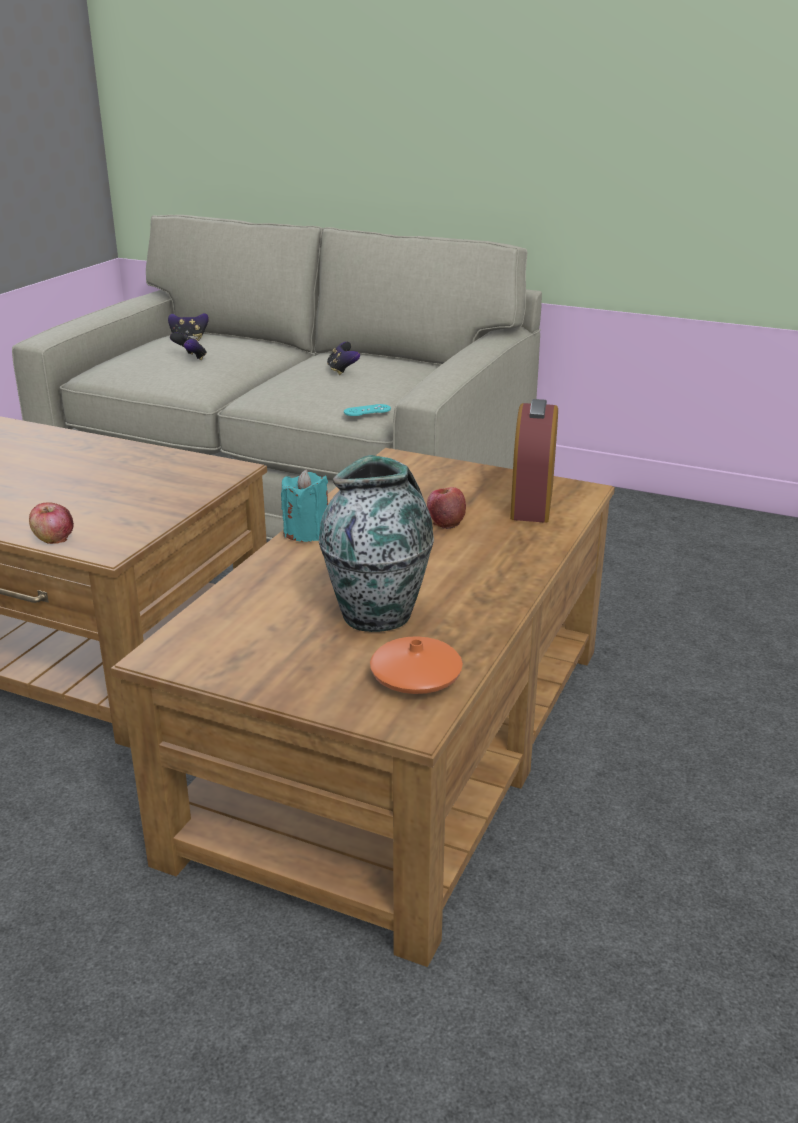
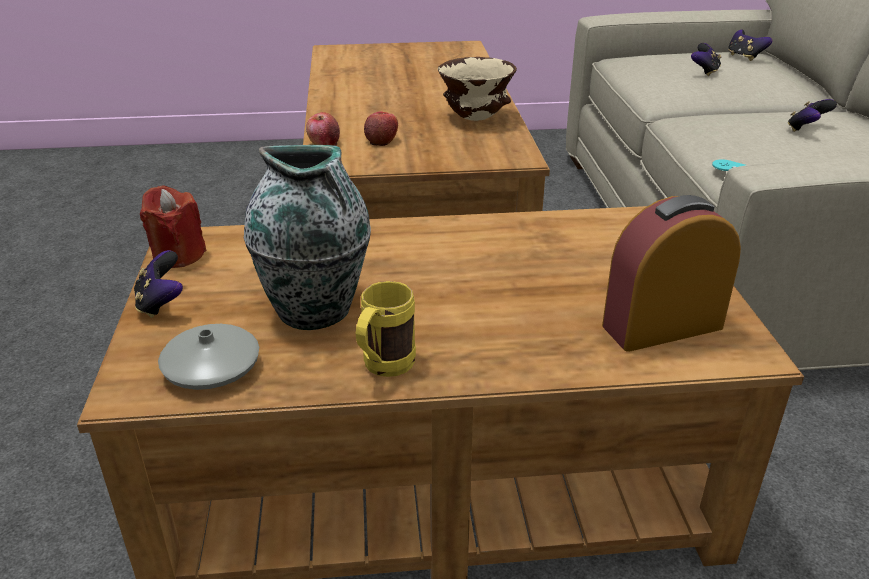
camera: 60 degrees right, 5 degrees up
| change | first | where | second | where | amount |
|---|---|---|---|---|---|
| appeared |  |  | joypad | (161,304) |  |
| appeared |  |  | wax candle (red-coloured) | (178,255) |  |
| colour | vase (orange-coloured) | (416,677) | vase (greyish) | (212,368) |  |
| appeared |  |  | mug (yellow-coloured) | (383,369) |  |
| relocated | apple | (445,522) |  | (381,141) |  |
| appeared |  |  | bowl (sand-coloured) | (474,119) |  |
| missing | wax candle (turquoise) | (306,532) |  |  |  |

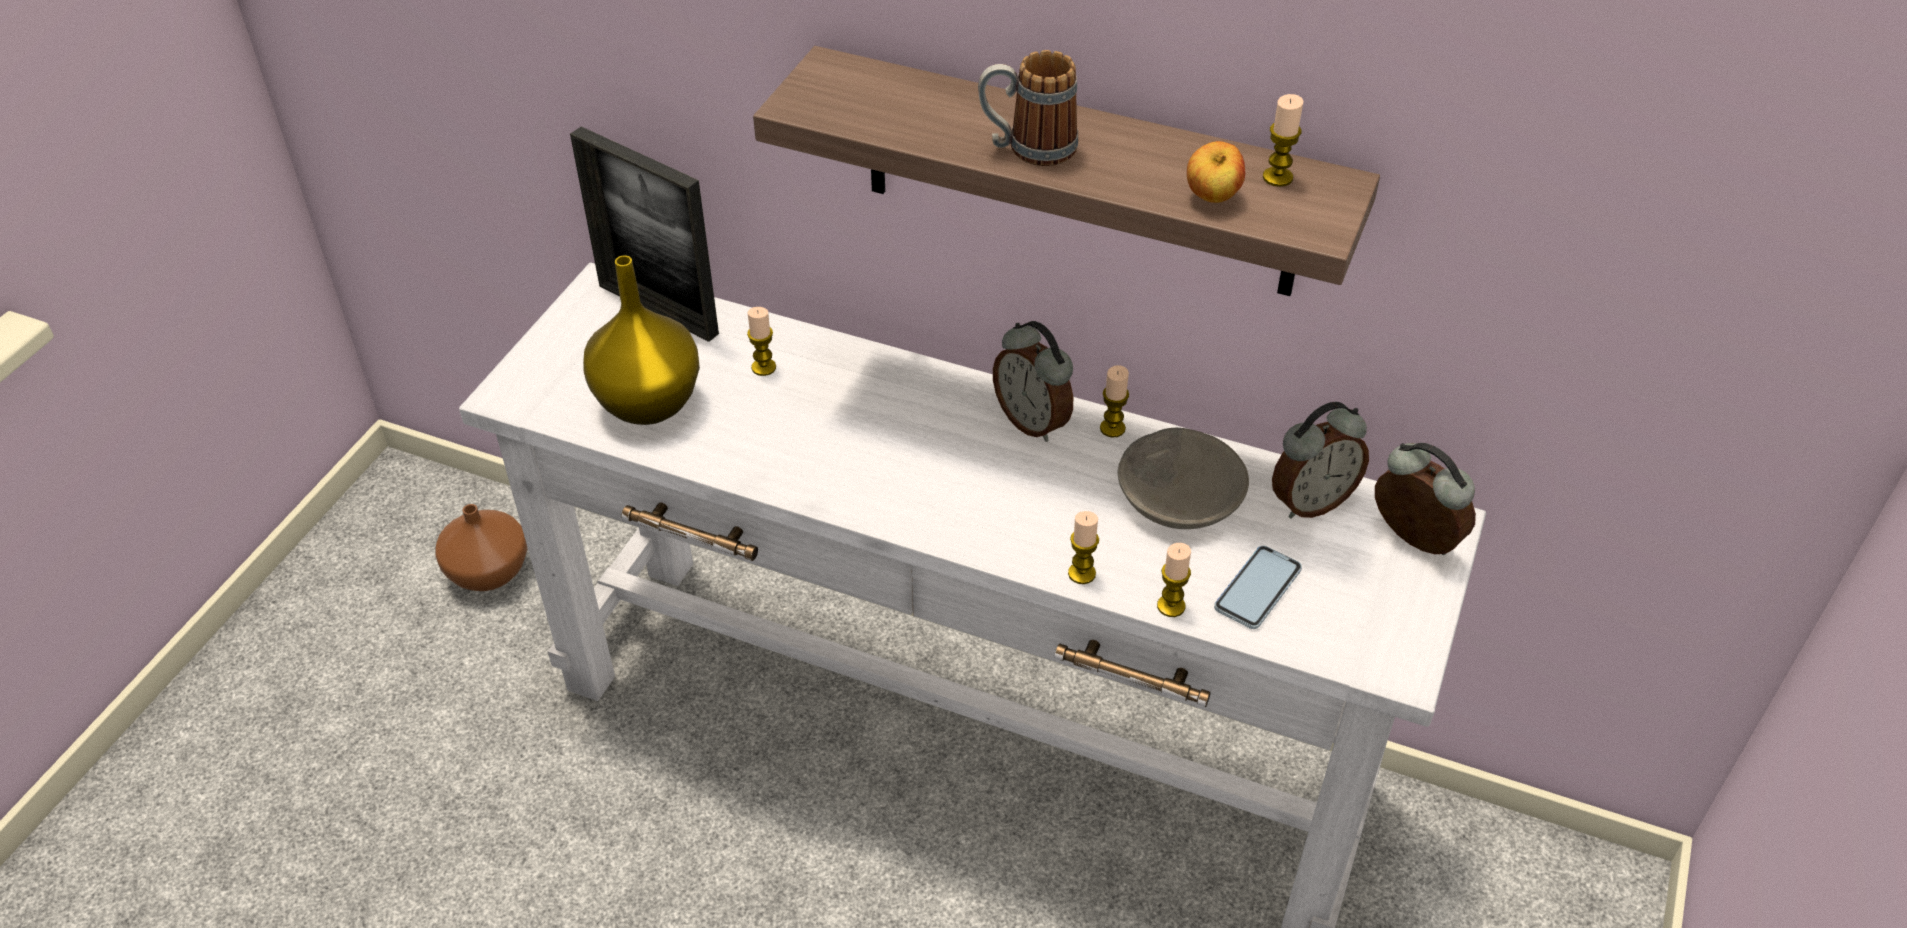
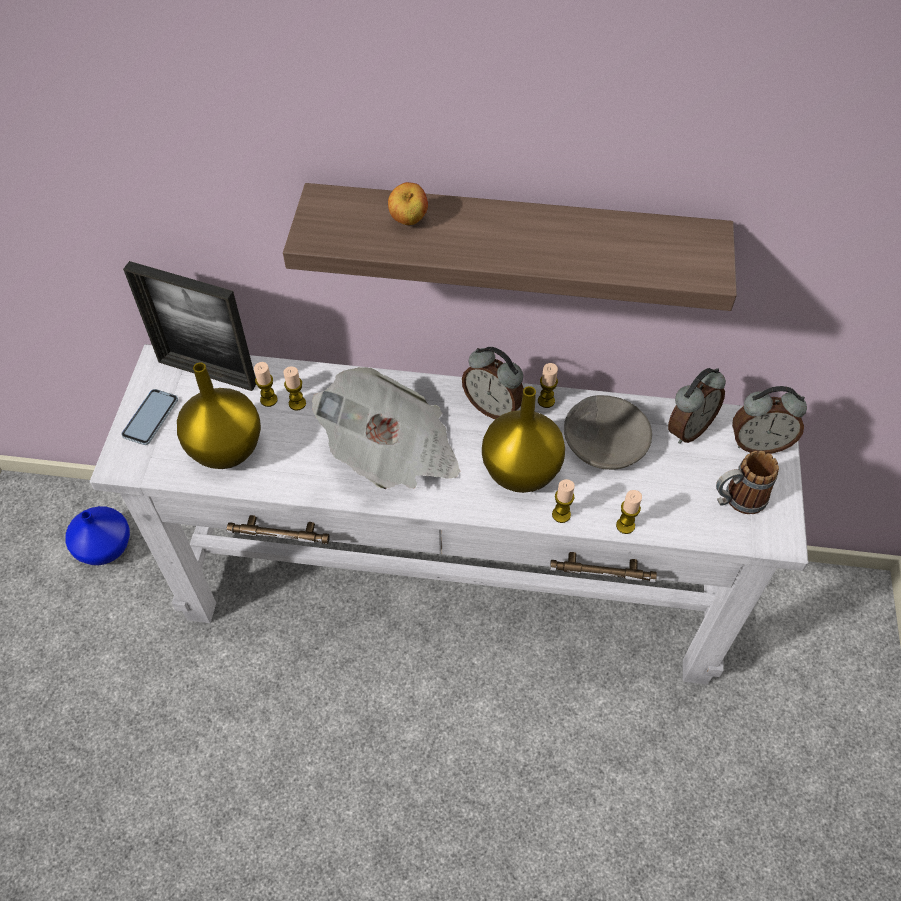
camera: 15 degrees left, 10 degrees up
| change | first | where | second | where | amount |
|---|---|---|---|---|---|
| colour | vase (brownish) | (488,570) | vase (blue-coloured) | (104,546) |  |
| relocated | handset | (1257,589) |  | (150,418) |  |
| relocated | wax candle | (1277,177) |  | (269,400) |  |
| appeared |  |  | newspaper | (392,453) |  |
| relocated | apple | (1212,198) |  | (408,221) |  |
| appeared |  |  | vase (yellow-coloured) | (519,472) |  |
| relocated | mug | (1027,148) |  | (736,500) |  |
| spun | bedside clock | (1412,541) |  | (758,443) | 150 degrees clockwise |

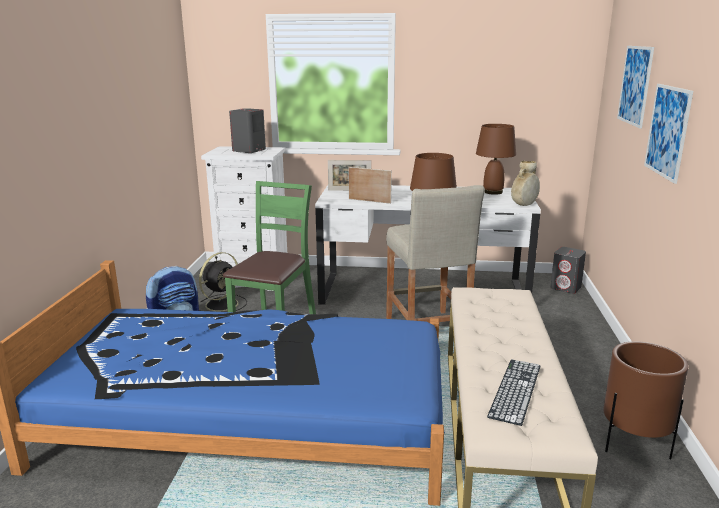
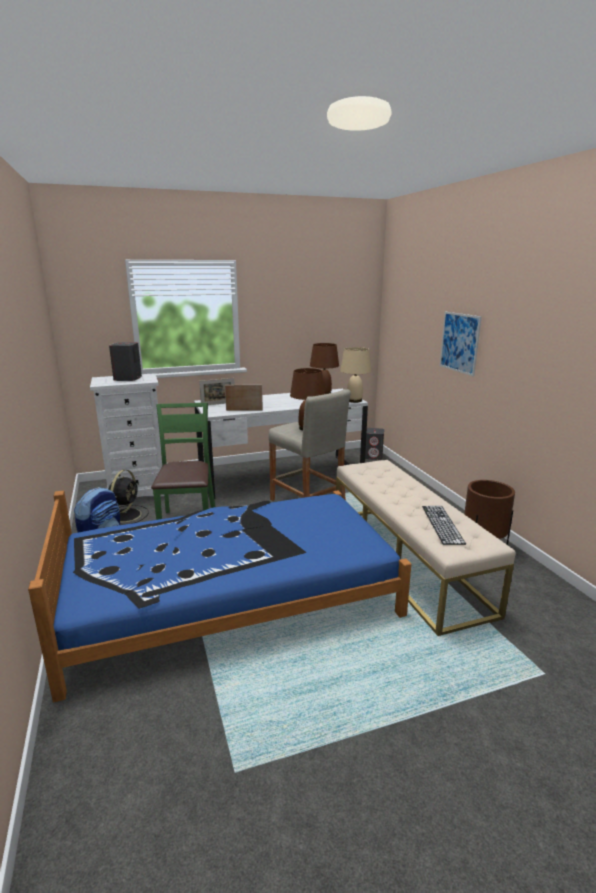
camera: 25 degrees left, 0 degrees up
| change | first | where | second | where | amount |
|---|---|---|---|---|---|
| exchanged | vase (sand-coloured) | (524,205) | tabletop lamp (sand-coloured) | (354,400) |  |
| missing | wall art | (635,85) |  |  |  |

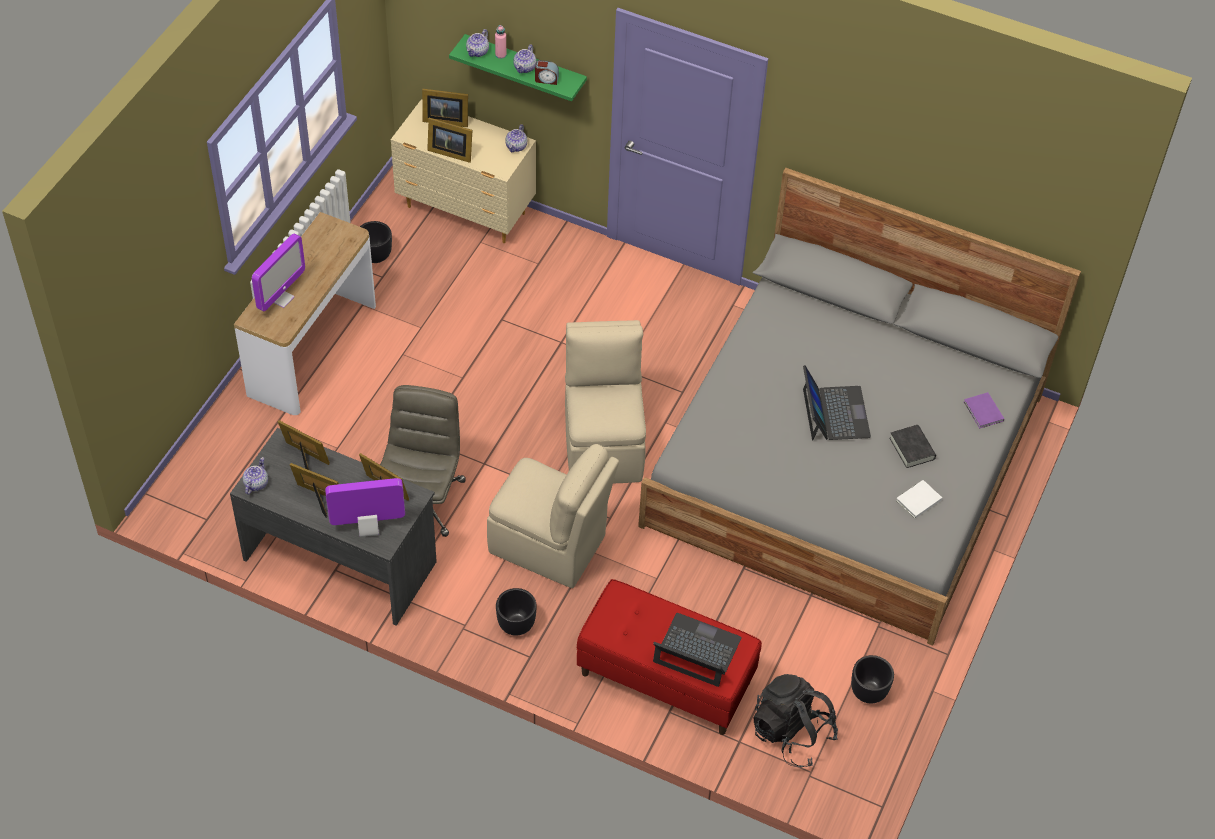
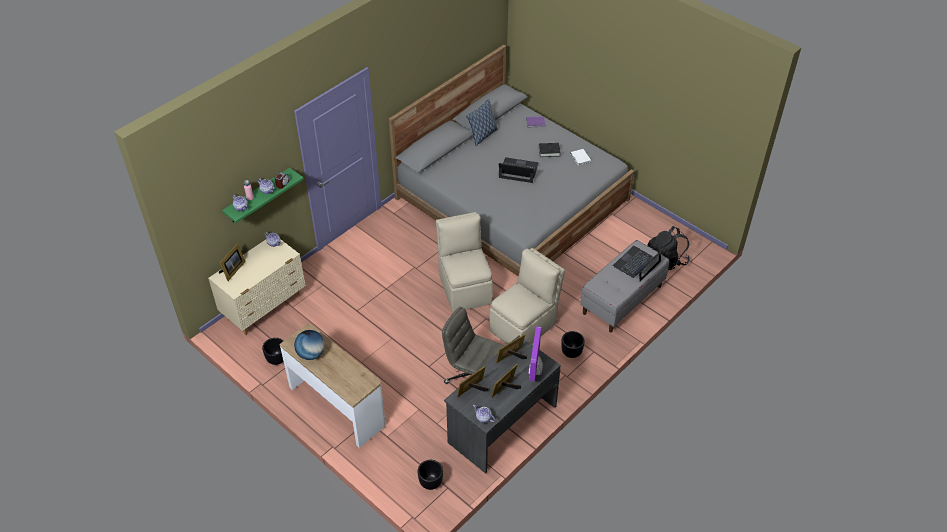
camera: 70 degrees left, 5 degrees down
| change | first | where | second | where | amount |
|---|---|---|---|---|---|
| appeared |  |  | world globe | (311,354) |  |
| relocated | plant pot (blackish) | (868,691) |  | (430,482) |  |
| spun | chair (sand-coloured) | (603,444) |  | (465,288) | 60 degrees clockwise |
| appeared |  |  | pillow | (482,135) |  |
| colour | long seat (red-coloured) | (665,678) | long seat (greyish) | (622,300) |  |
| missing | computer screen | (281,298) |  |  |  |
| missing | photo frame | (449,151) |  |  |  |

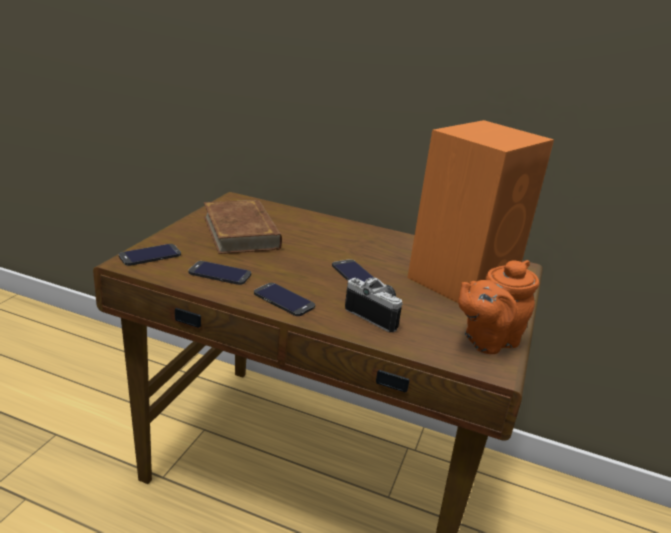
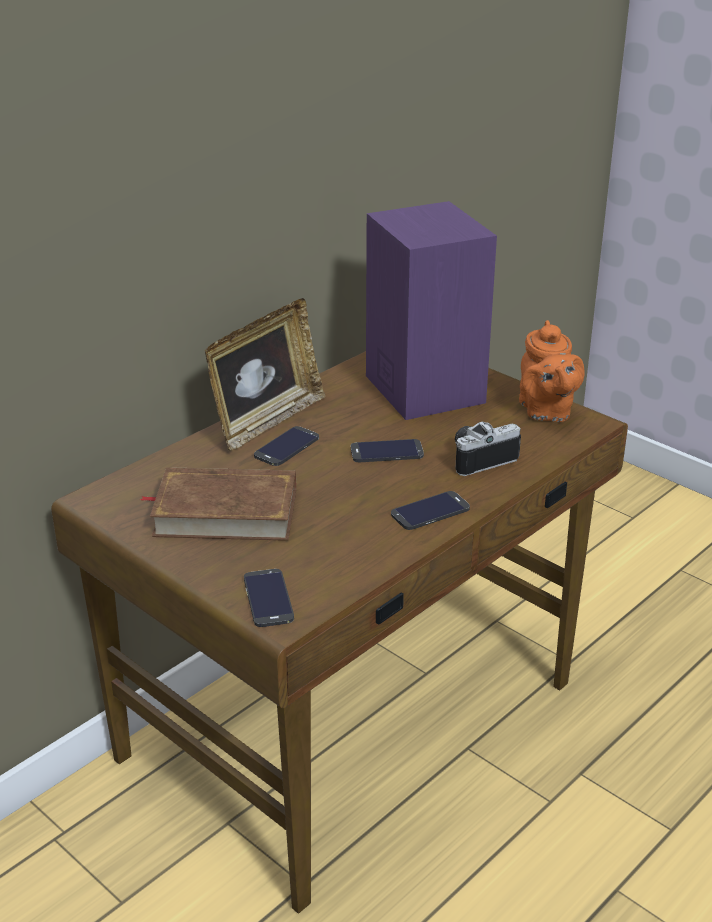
camera: 65 degrees left, 5 degrees up
| change | first | where | second | where | amount |
|---|---|---|---|---|---|
| appeared |  |  | photo frame | (266,421) |  |
| relocated | handset | (220,273) |  | (286,447) |  |
| colour | loudspeaker (orange-coloured) | (463,280) | loudspeaker (purple) | (423,387) |  |

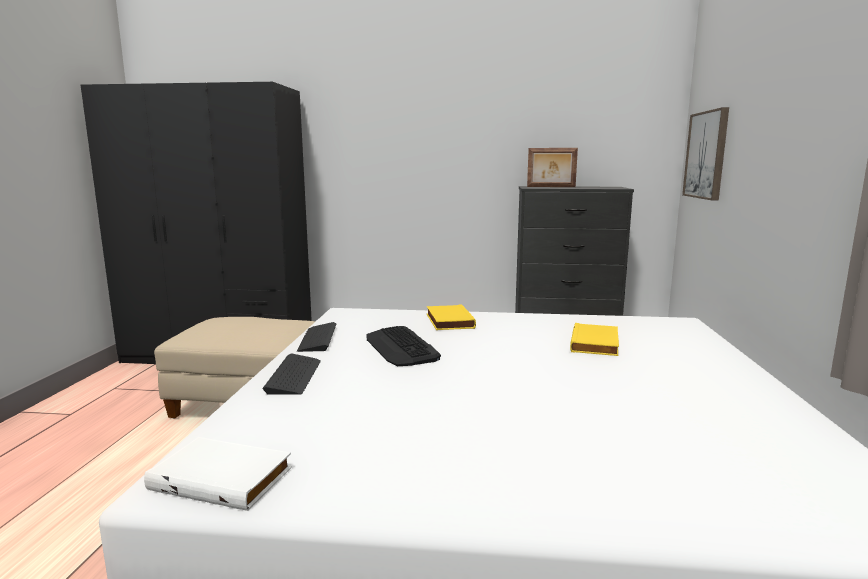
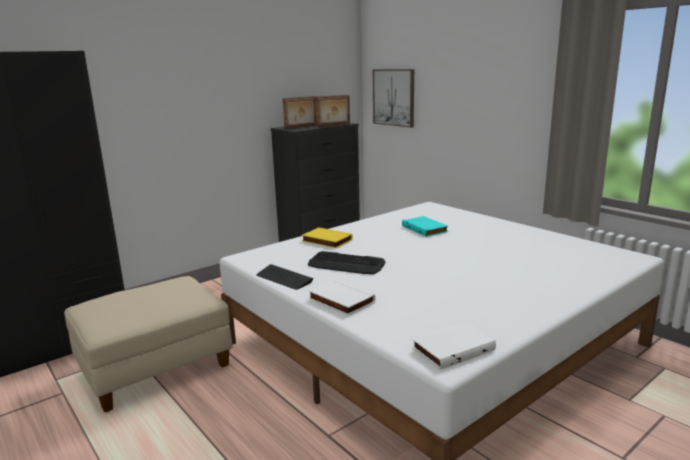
camera: 45 degrees left, 5 degrees up
| change | first | where | second | where | amount |
|---|---|---|---|---|---|
| exchanged | computer keyboard | (294,376) | volume (whitish) | (340,301) |  |
| appeared |  |  | photo frame | (333,125) |  |
| colour | volume (yellow-coloured) | (596,344) | volume (turquoise) | (425,229) |  |

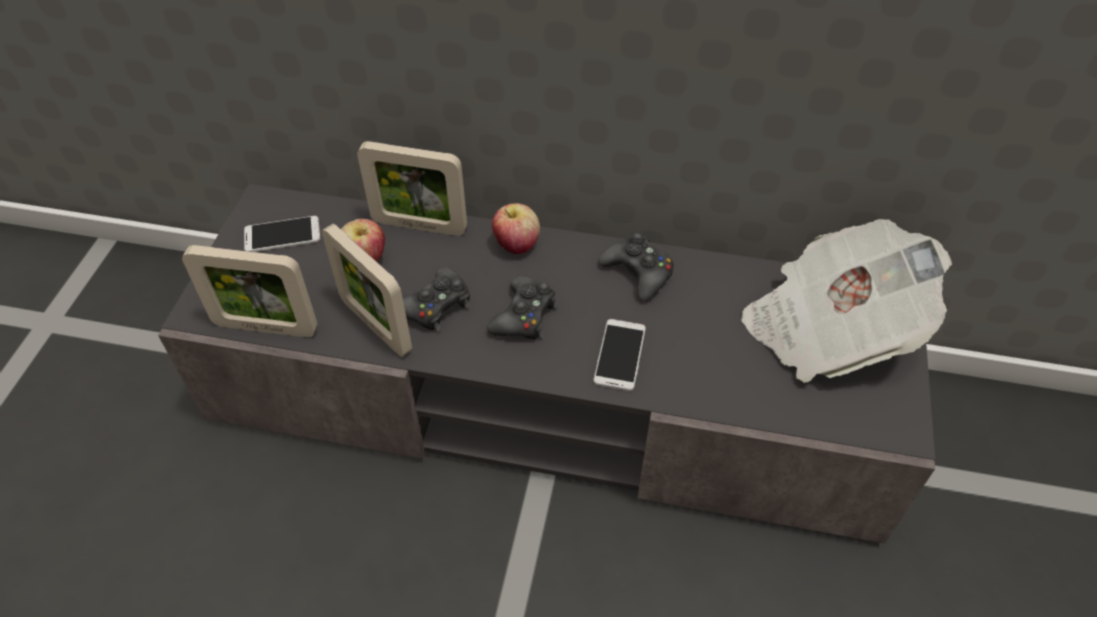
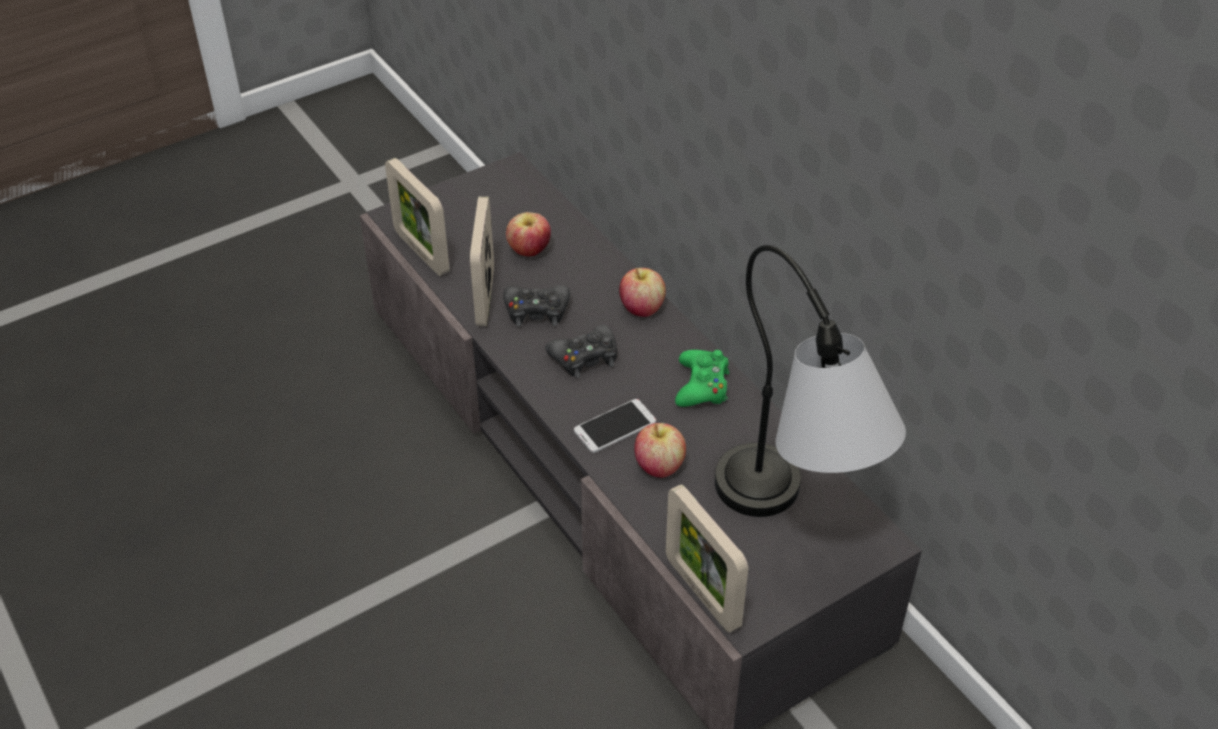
camera: 45 degrees right, 5 degrees down
| change | first | where | second | where | amount |
|---|---|---|---|---|---|
| appeared |  |  | apple | (659,466) |  |
| relocated | photo frame | (419,226) |  | (702,593) |  |
| colour | joypad (blackish) | (638,273) | joypad (green) | (702,386) |  |
| exchanged | newspaper | (829,328) | tabletop lamp | (793,523) |  |
| missing | handset | (282,235) |  |  |  |

